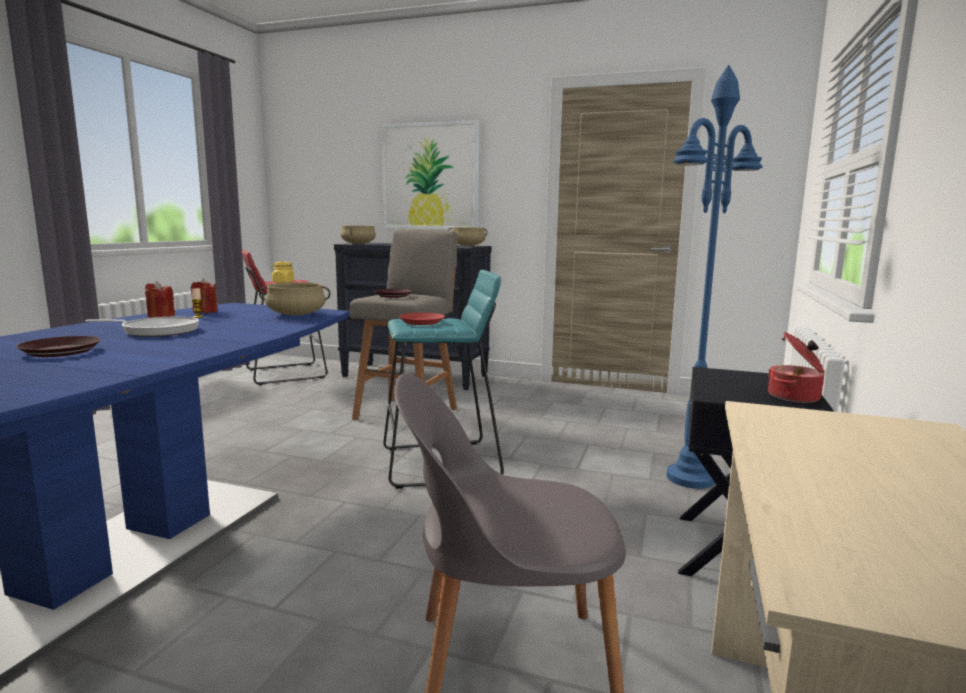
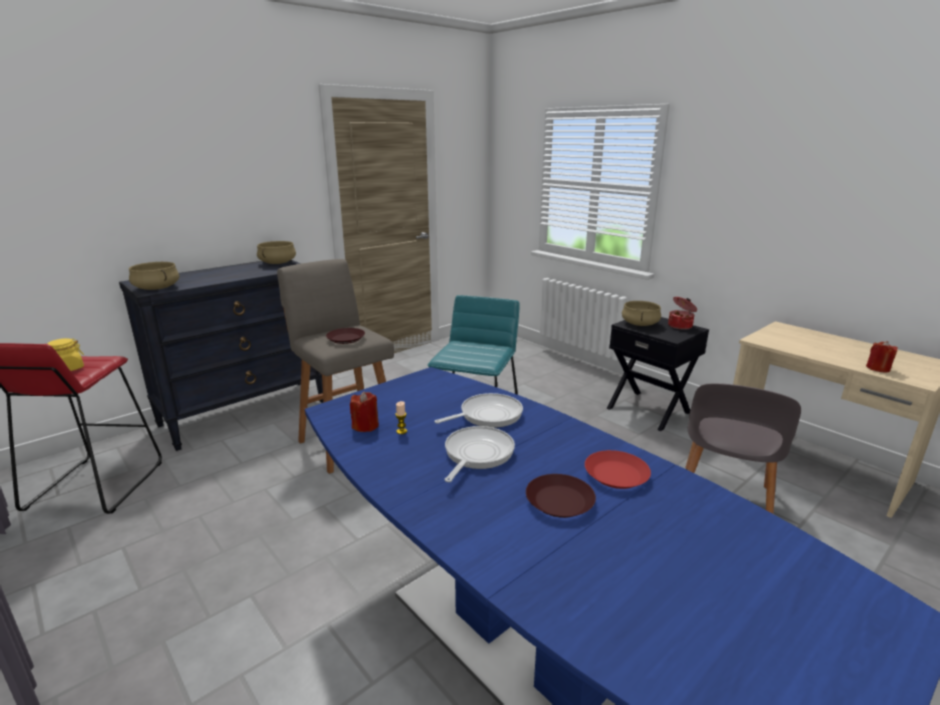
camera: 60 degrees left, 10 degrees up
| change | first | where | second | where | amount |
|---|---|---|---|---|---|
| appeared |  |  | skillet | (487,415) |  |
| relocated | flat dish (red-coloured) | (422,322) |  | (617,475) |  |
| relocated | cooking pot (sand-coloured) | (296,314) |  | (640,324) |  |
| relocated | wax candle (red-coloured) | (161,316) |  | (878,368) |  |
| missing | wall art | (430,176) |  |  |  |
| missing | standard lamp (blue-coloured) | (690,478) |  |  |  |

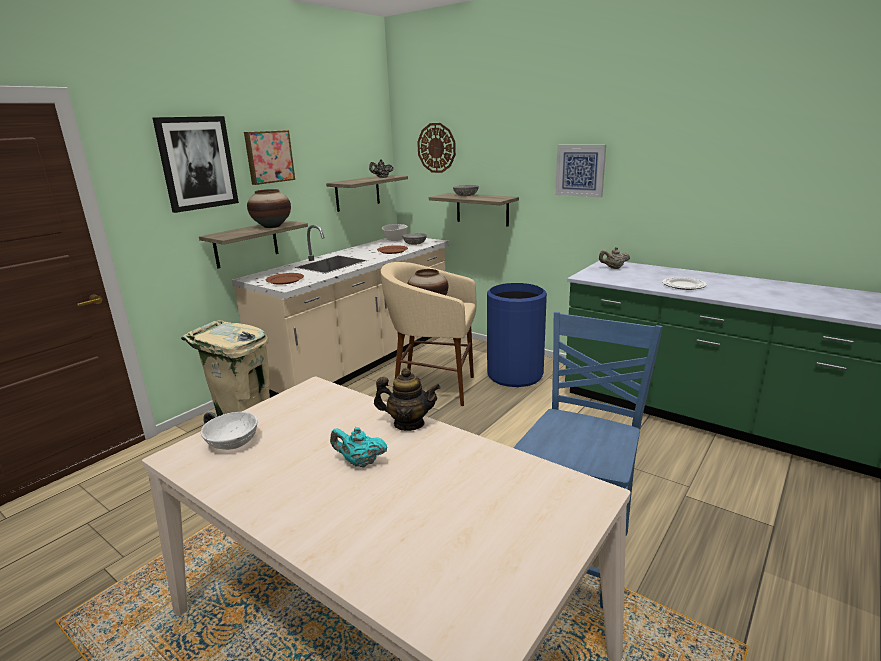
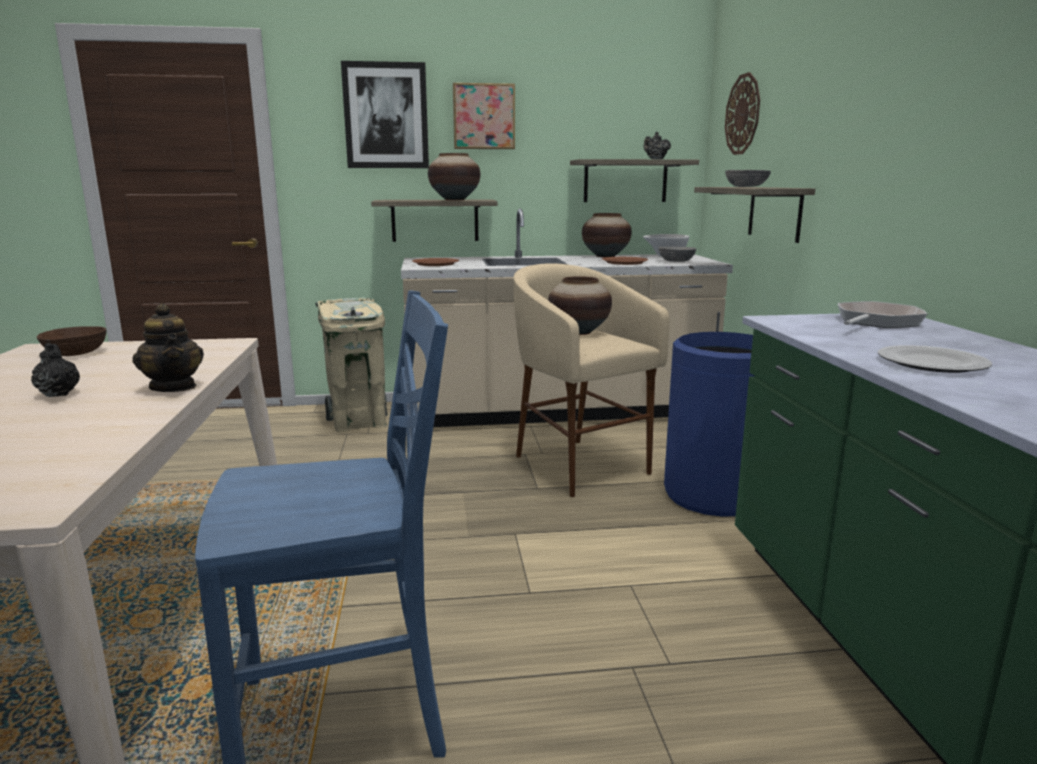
camera: 45 degrees right, 5 degrees down
| change | first | where | second | where | amount |
|---|---|---|---|---|---|
| colour | pot for tea (turquoise) | (360,462) | pot for tea (blackish) | (59,393) |  |
| colour | bowl (whitish) | (233,442) | bowl (brownish) | (77,353) |  |
| appeared |  |  | vase | (605,256) |  |
| exchanged | pot for tea (sand-coloured) | (613,268) | skillet | (875,322) |  |
| missing | wall art | (580,170) |  |  |  |

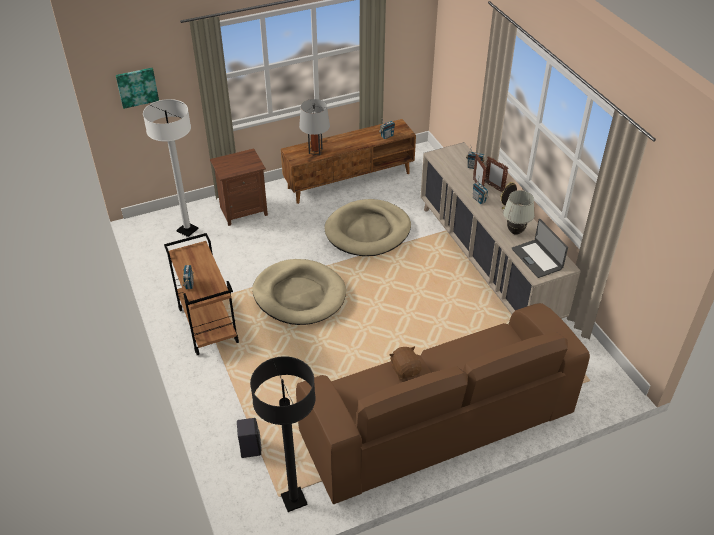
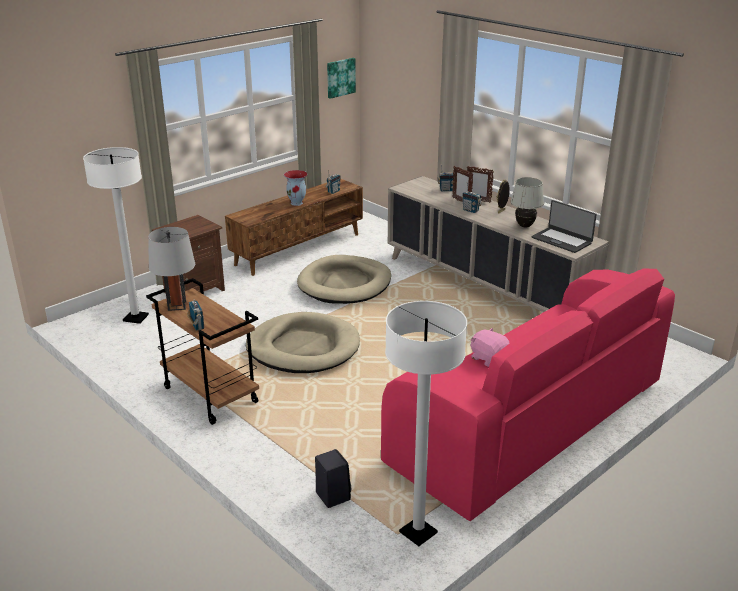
camera: 20 degrees left, 15 degrees down
| change | first | where | second | where | amount |
|---|---|---|---|---|---|
| relocated | tabletop lamp (greyish) | (315,151) |  | (177,306) |  |
| appeared |  |  | vase | (297,203) |  |
| relocated | wall art | (137,87) |  | (340,77) |  |
| colour | settee (brownish) | (436,424) | settee (pink) | (529,423) |  |
| colour | standard lamp (blackish) | (294,500) | standard lamp (whitish) | (418,532) |  |
| colour | cuddly toy (brownish) | (405,370) | cuddly toy (pink) | (489,358) |  |

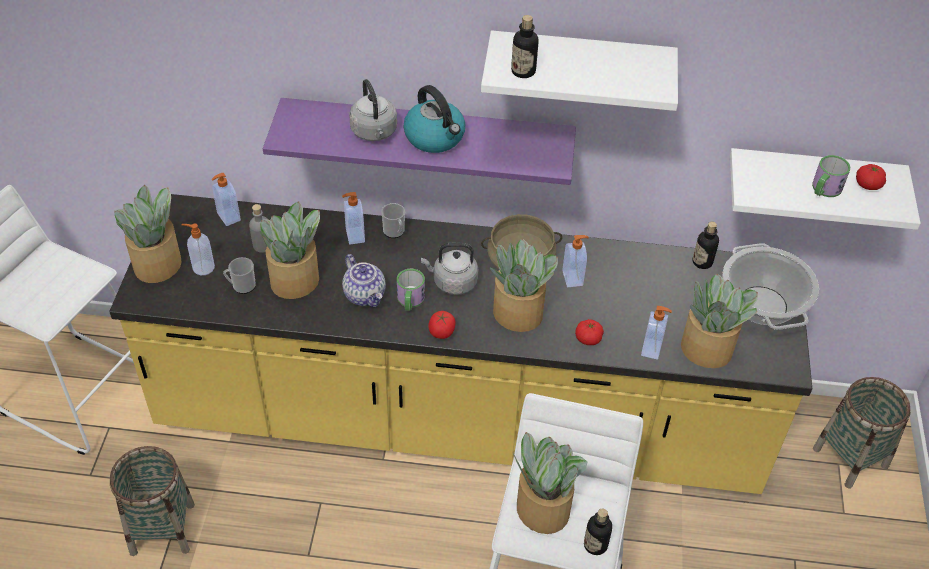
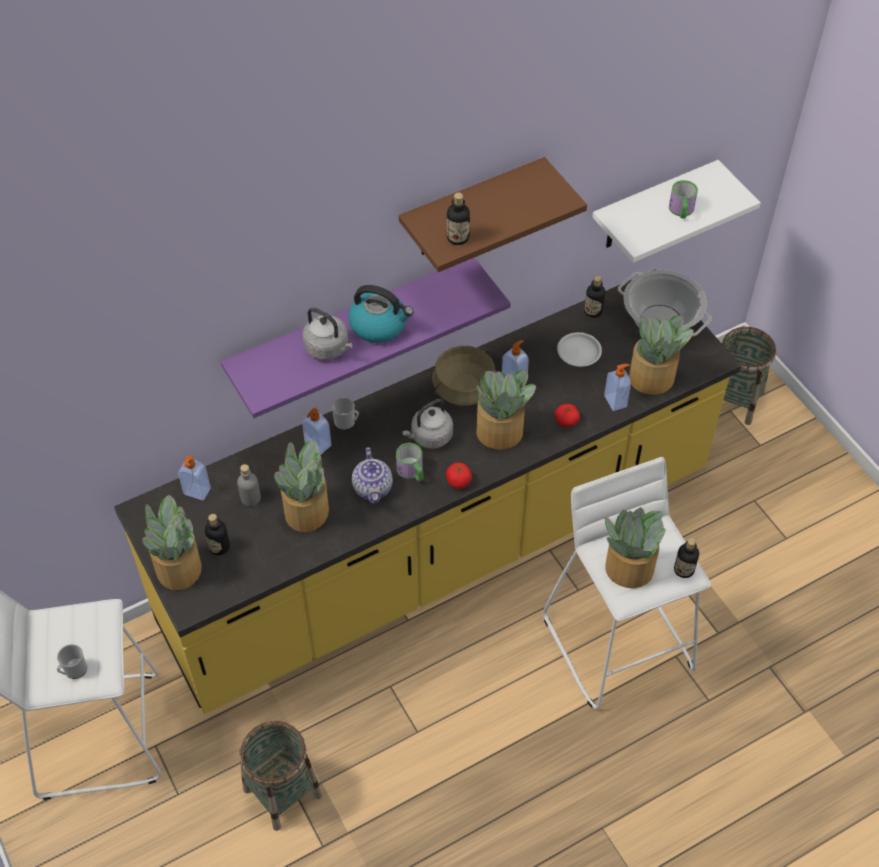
camera: 35 degrees left, 5 degrees up
| change | first | where | second | where | amount |
|---|---|---|---|---|---|
| relocated | mug | (241,286) |  | (74,671) |  |
| exchanged | liquid soap bottle | (202,267) | beverage bottle | (219,547) |  |
| spun | pot for tea | (365,295) |  | (373,488) | 60 degrees clockwise |
| colour | shelf (whitish) | (580,68) | shelf (brownish) | (472,209) |  |
| appeared |  |  | flat dish (whitish) | (578,352) |  |
| missing | whole tomato | (868,185) |  |  |  |

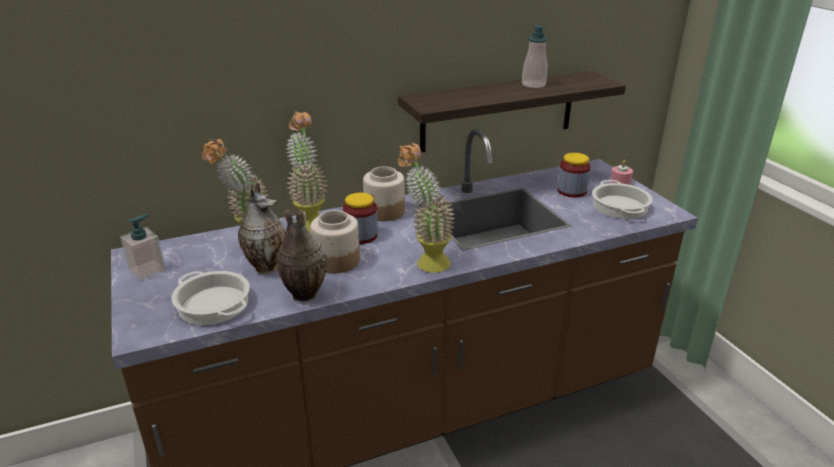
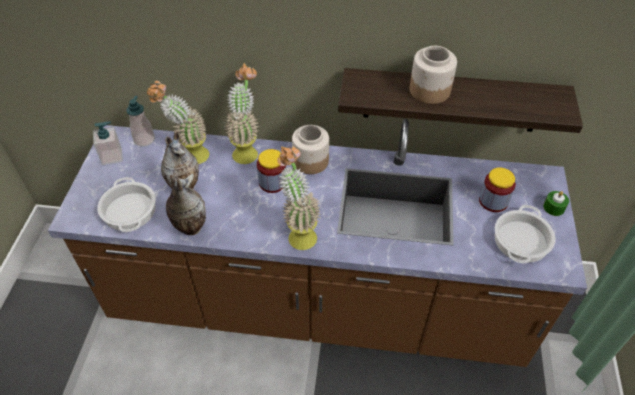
camera: 30 degrees right, 20 degrees up
| change | first | where | second | where | amount |
|---|---|---|---|---|---|
| relocated | liquid soap bottle | (533,85) |  | (144,140) |  |
| relocated | jar | (337,261) |  | (430,90) |  |
| colour | wax candle (pink) | (620,182) | wax candle (green) | (553,207) |  |

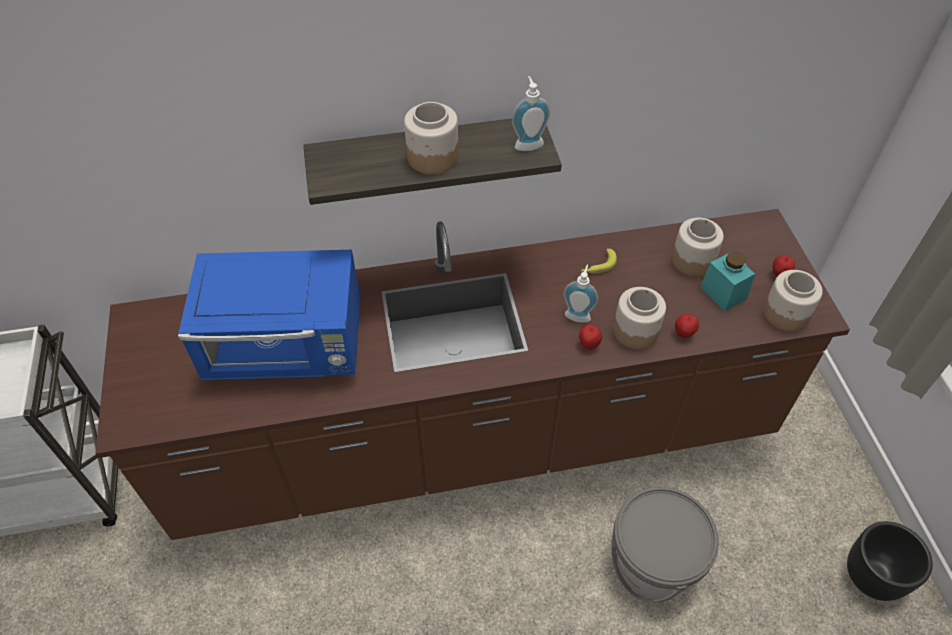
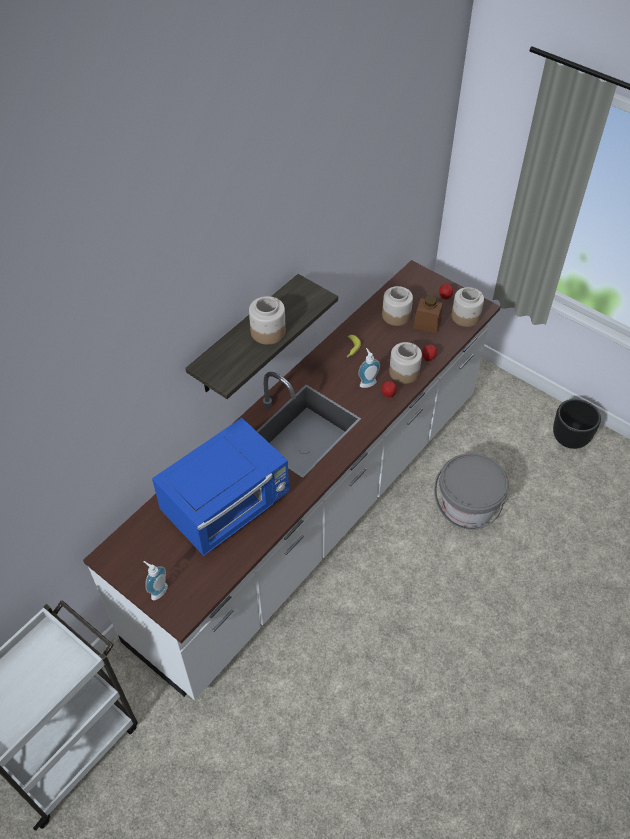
camera: 40 degrees left, 0 degrees up
| change | first | where | second | where | amount |
|---|---|---|---|---|---|
| colour | kitchen counter (brownish) | (476,442) | kitchen counter (whitish) | (314,513) |  |
| relocated | liquid soap bottle | (528,143) |  | (157,590) |  |
| colour | jar (turquoise) | (723,293) | jar (brownish) | (427,324) |  |

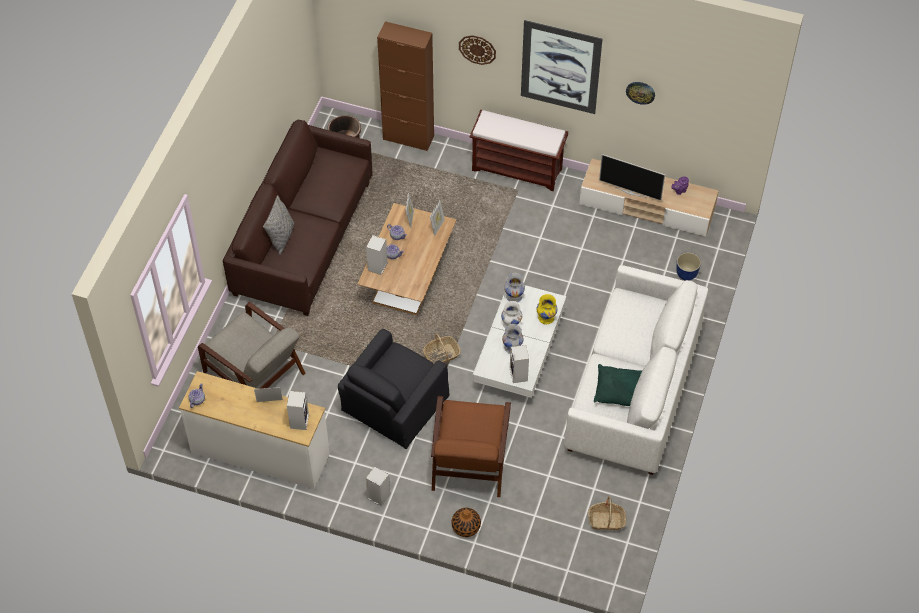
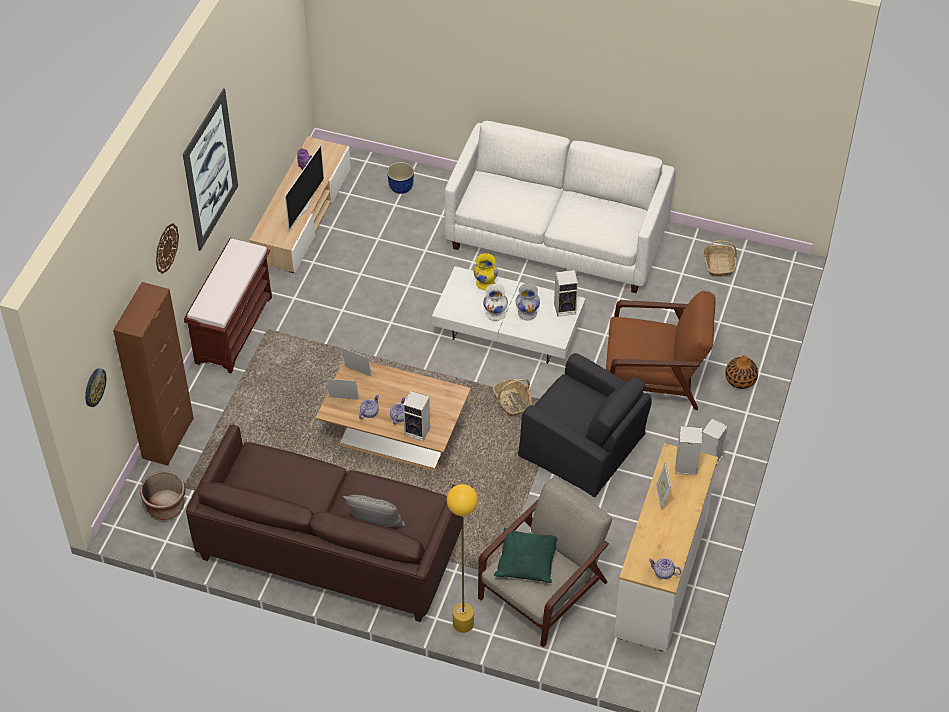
camera: 90 degrees left, 5 degrees down
| change | first | where | second | where | amount |
|---|---|---|---|---|---|
| relocated | wall clock | (640,92) |  | (94,387) |  |
| appeared |  |  | standard lamp (yellow-coloured) | (463,623) |  |
| relocated | pillow (green) | (617,390) |  | (526,561) |  |
| missing | vase (whitish) | (513,297) |  |  |  |

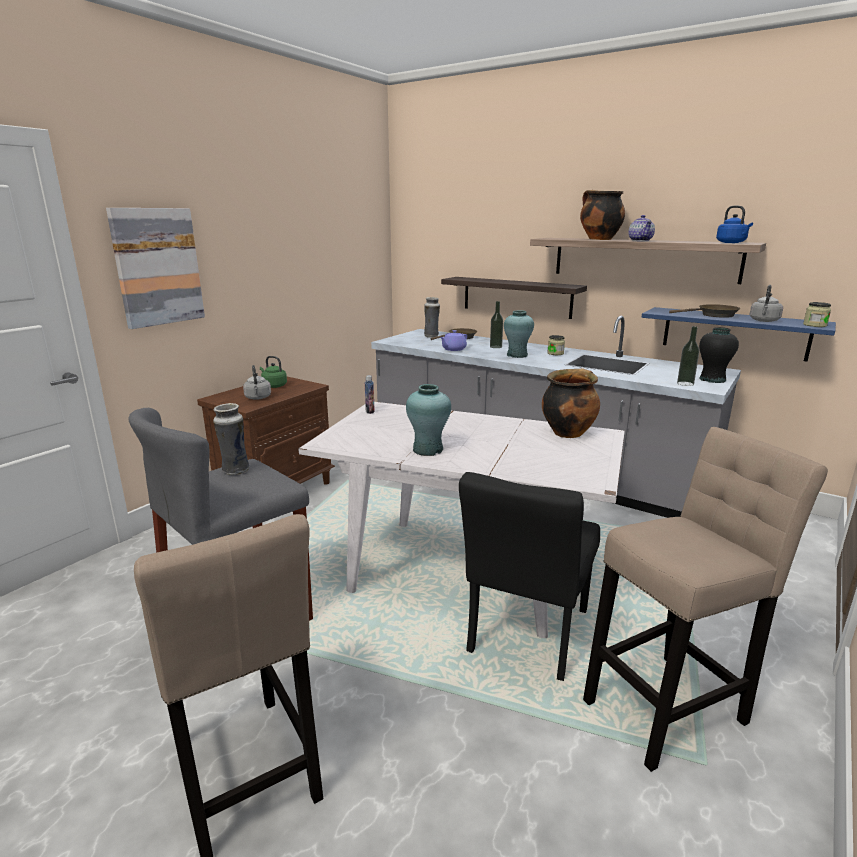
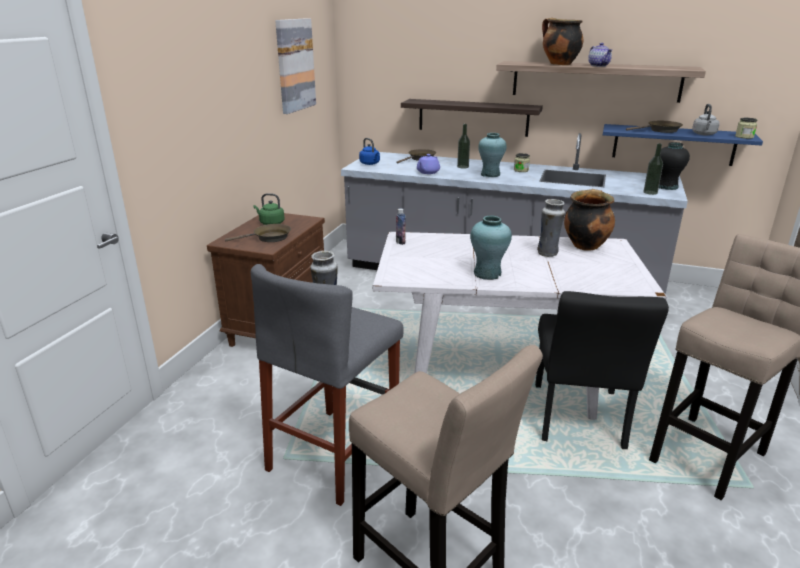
camera: 15 degrees left, 5 degrees up
| change | first | where | second | where | amount |
|---|---|---|---|---|---|
| exchanged | kettle (greyish) | (258,398) | skillet (brownish) | (269,238) |  |
| relocated | wall art | (157,267) |  | (295,65) |  |
| relocated | kettle (blue-coloured) | (732,242) |  | (370,164) |  |
| relocated | vase | (431,336) |  | (548,253) |  |

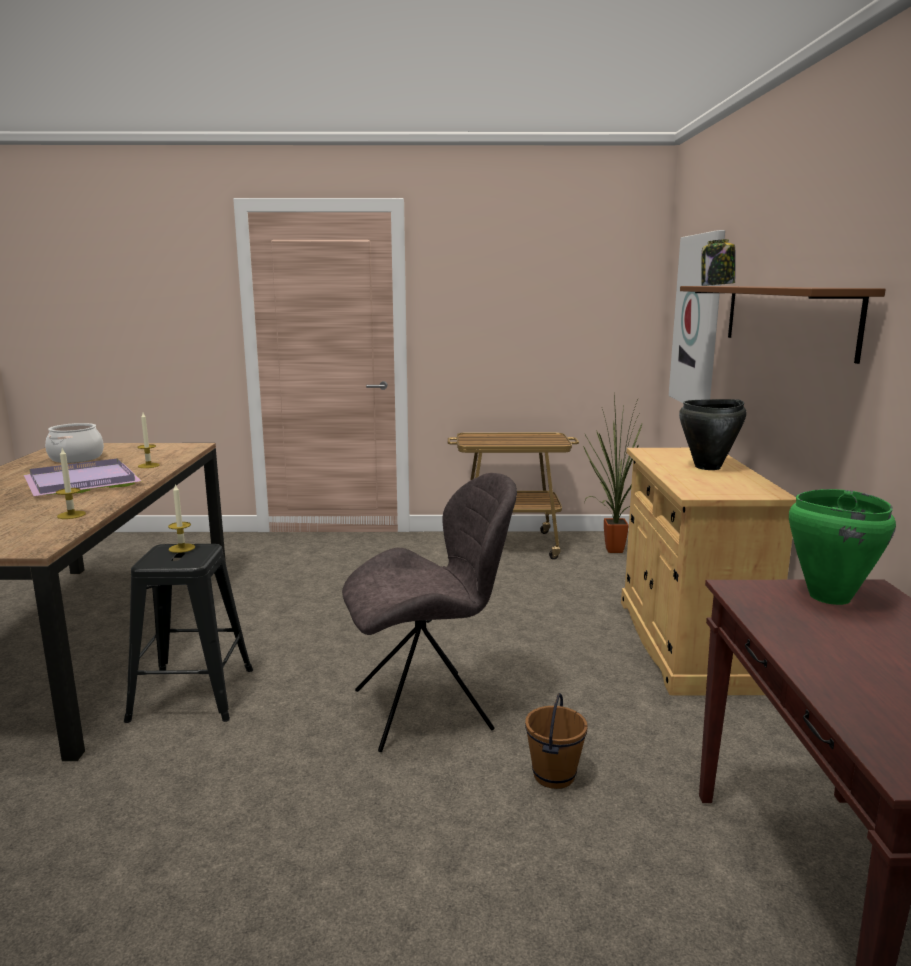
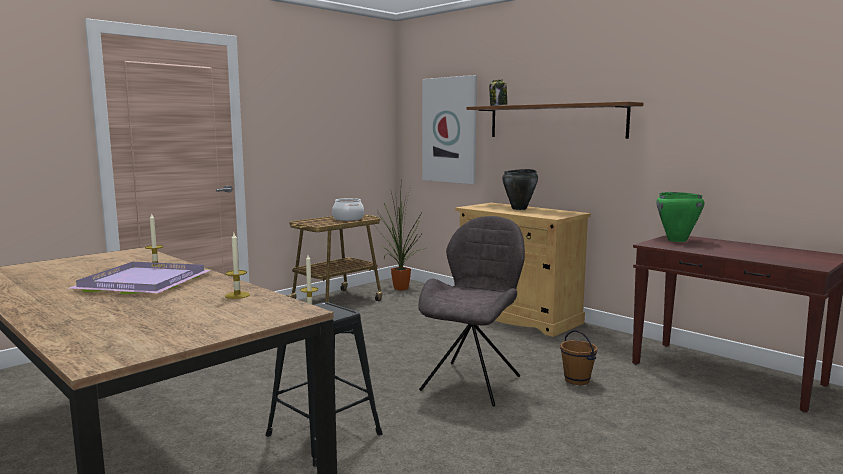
camera: 45 degrees left, 5 degrees down
| change | first | where | second | where | amount |
|---|---|---|---|---|---|
| relocated | cooking pot | (76,458) |  | (348,219) |  |

